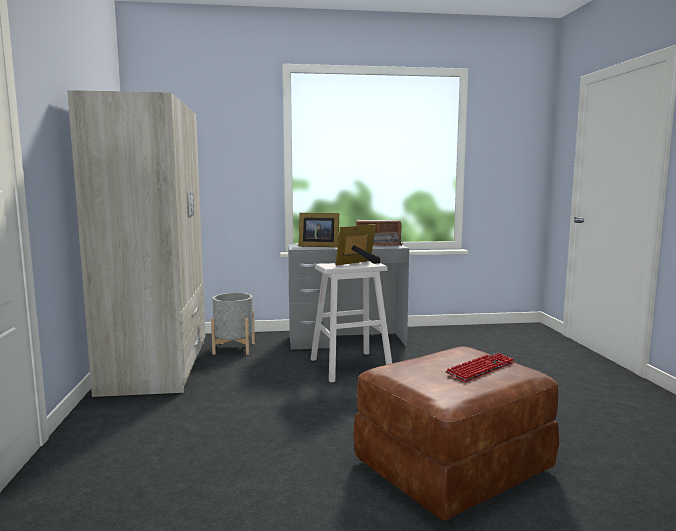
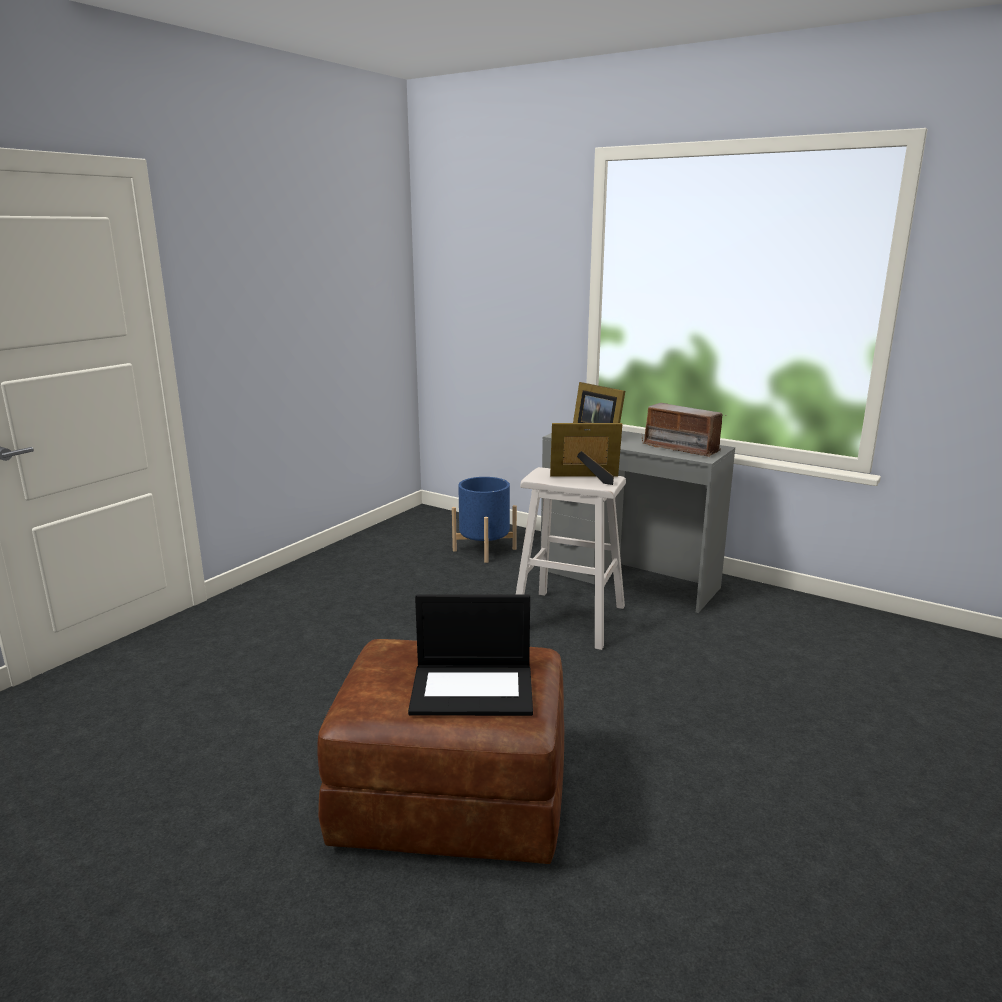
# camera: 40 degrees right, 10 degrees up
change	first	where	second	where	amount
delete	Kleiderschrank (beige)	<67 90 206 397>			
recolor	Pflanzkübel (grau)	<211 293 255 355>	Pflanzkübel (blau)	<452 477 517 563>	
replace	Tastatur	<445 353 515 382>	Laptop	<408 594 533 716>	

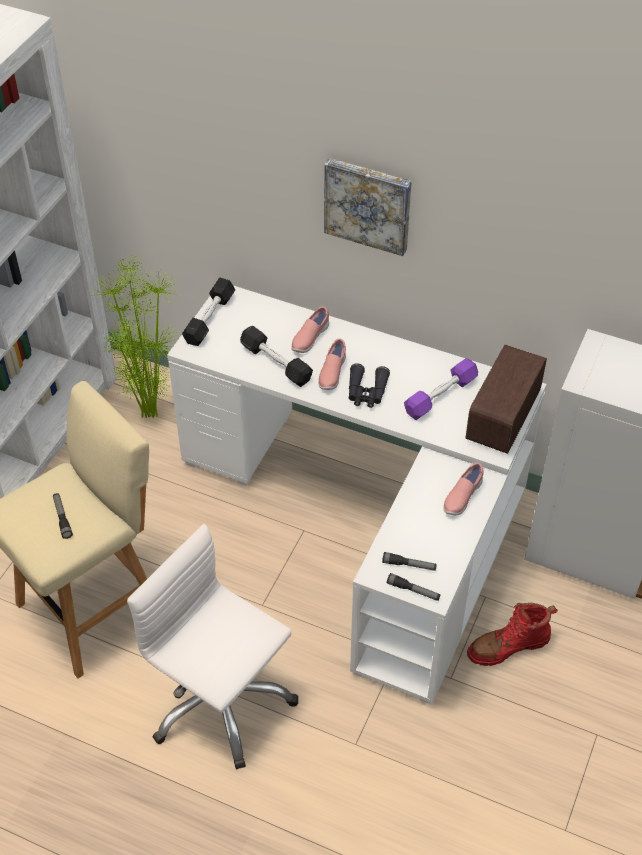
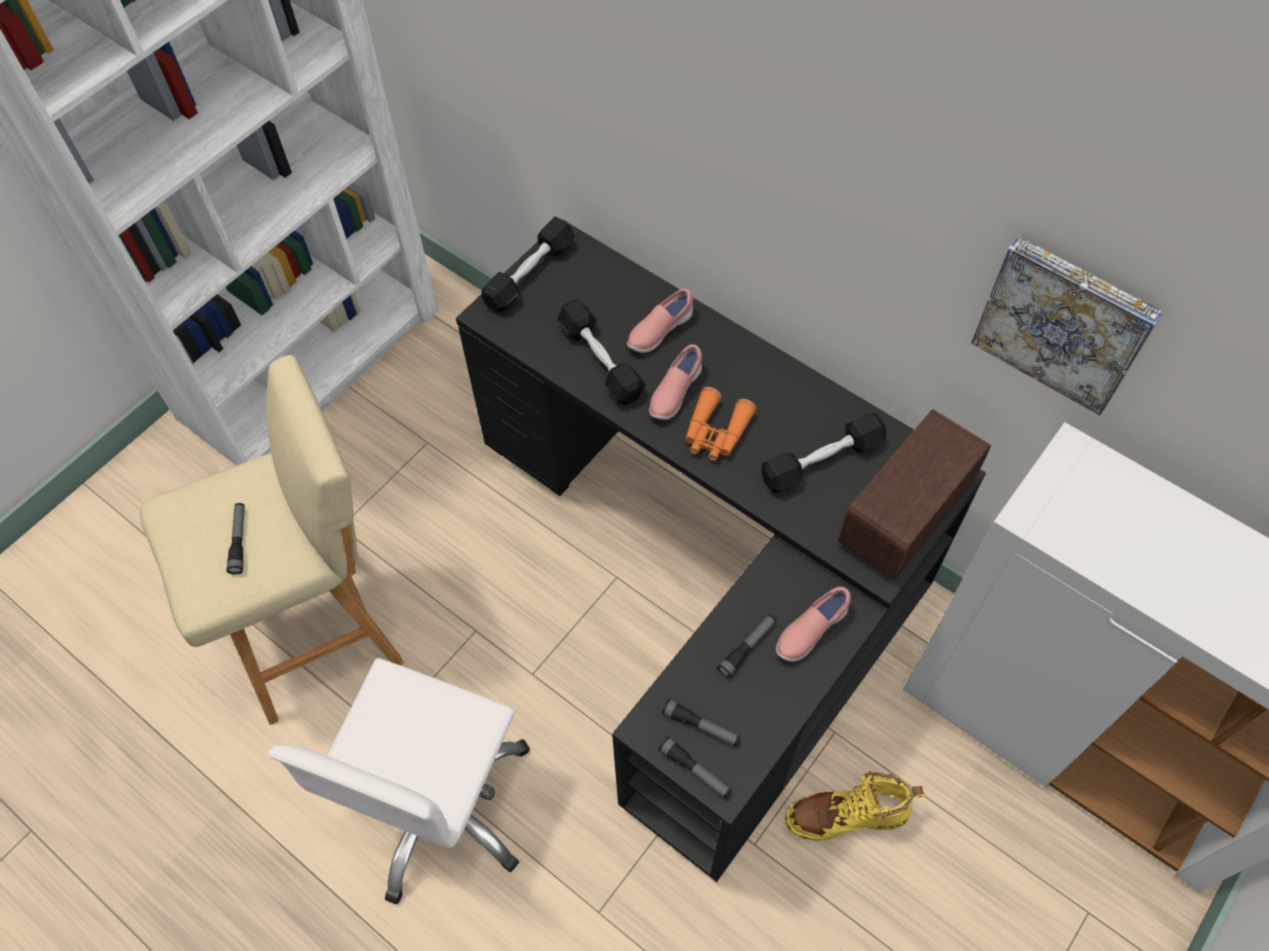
# camera: 15 degrees right, 10 degrees up
change	first	where	second	where	amount
move	Bild	<324 158 412 256>		<971 236 1163 415>	
delete	Topfpflanze	<90 254 180 418>			
recolor	Schreibtisch (weiß)	<167 286 547 704>	Schreibtisch (schwarz)	<456 219 986 882>	
recolor	Hantel (lila)	<404 358 478 420>	Hantel (schwarz)	<761 413 886 493>	
recolor	Fernglas (schwarz)	<349 363 390 408>	Fernglas (orange)	<685 387 757 461>	
rotate	Bürostuhl (weiß)	<127 524 298 770>		<268 658 530 904>	120 degrees counterclockwise
recolor	Stiefel (rot)	<467 603 558 666>	Stiefel (gelb)	<785 771 925 841>	
insert			Taschenlampe	<717 615 776 678>	

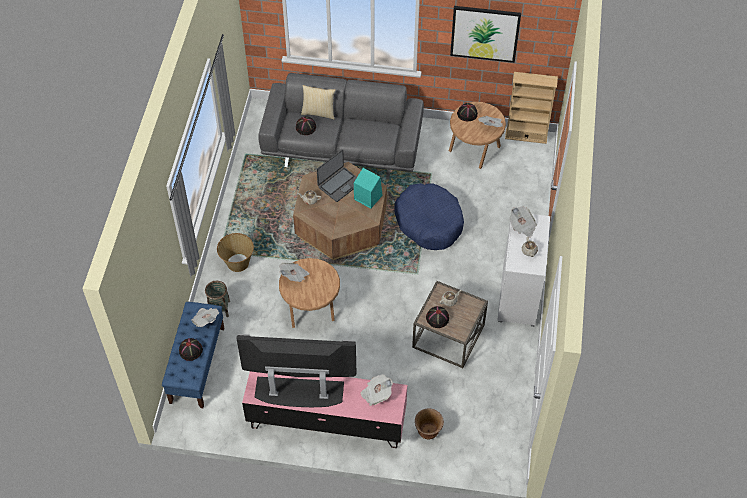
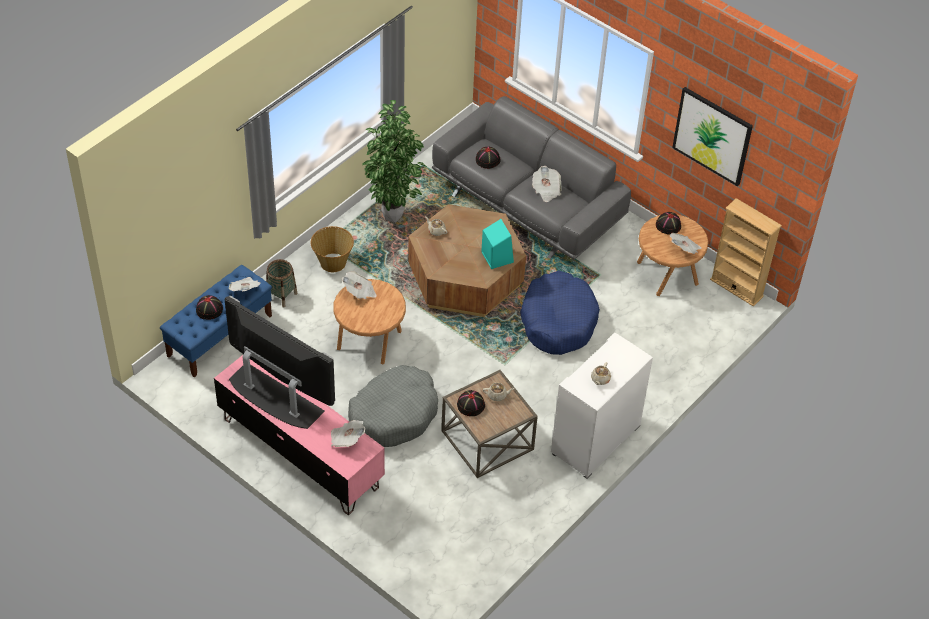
# camera: 30 degrees right, 5 degrees down
change	first	where	second	where	amount
delete	Kissen	<301 85 336 120>			
delete	Laptop	<317 149 357 202>			
move	Zeitung	<509 206 537 238>		<532 166 562 202>	
delete	Pflanzkübel (braun)	<415 408 444 439>			
insert			Topfpflanze	<362 100 427 223>	
insert			Hundebett (grau)	<348 365 438 447>	

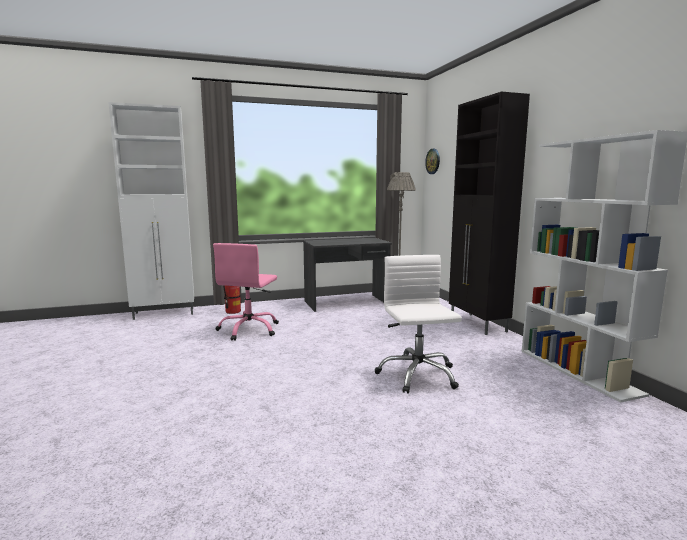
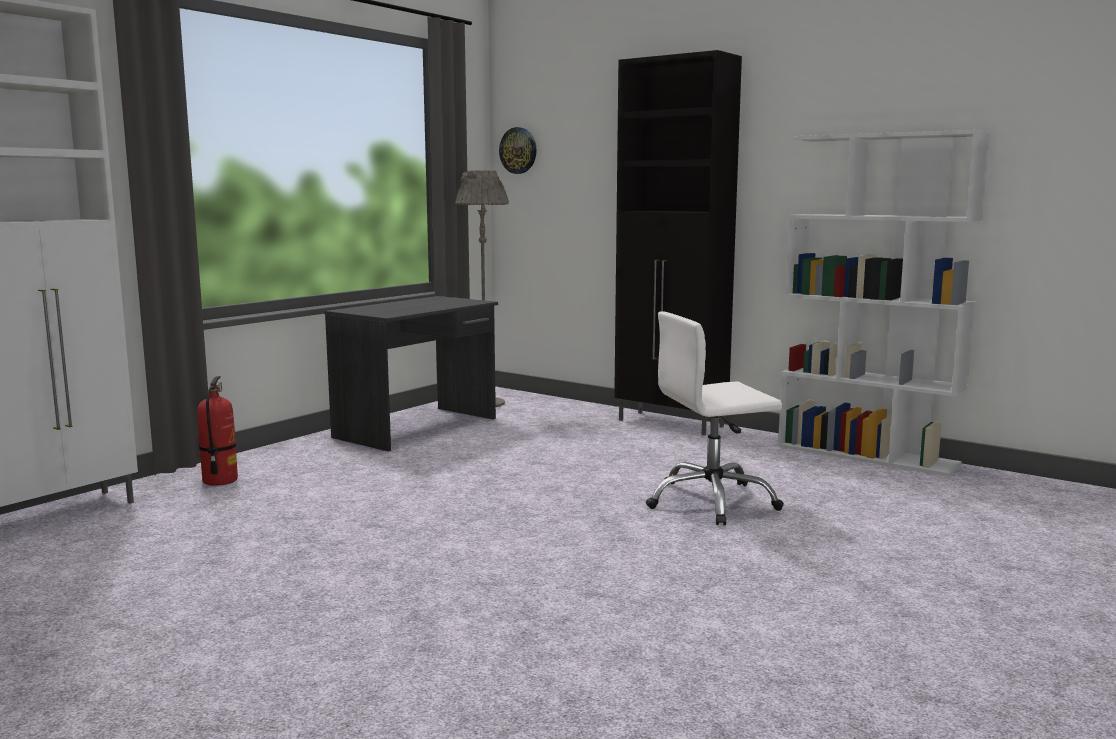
# camera: 35 degrees left, 0 degrees up
change	first	where	second	where	amount
delete	Bürostuhl (rosa)	<213 243 279 341>			
rotate	Bürostuhl (weiß)	<375 255 462 394>		<646 311 784 525>	60 degrees counterclockwise

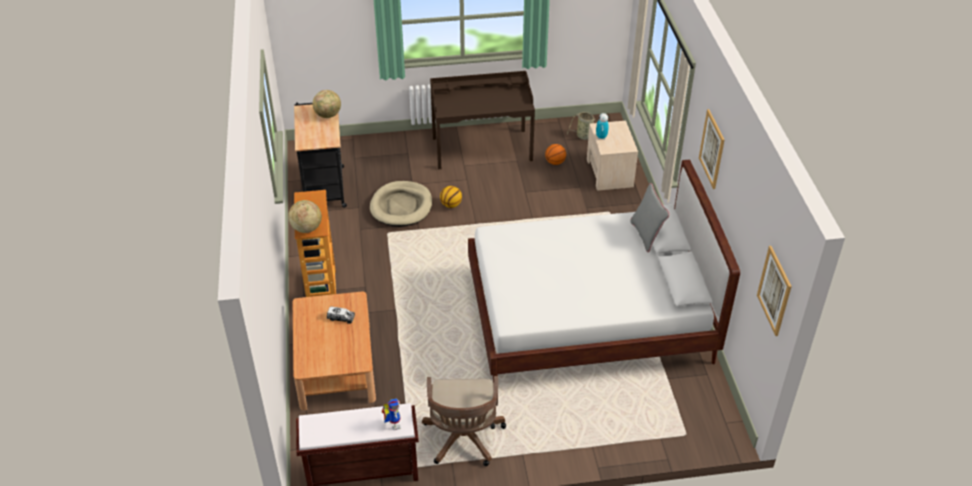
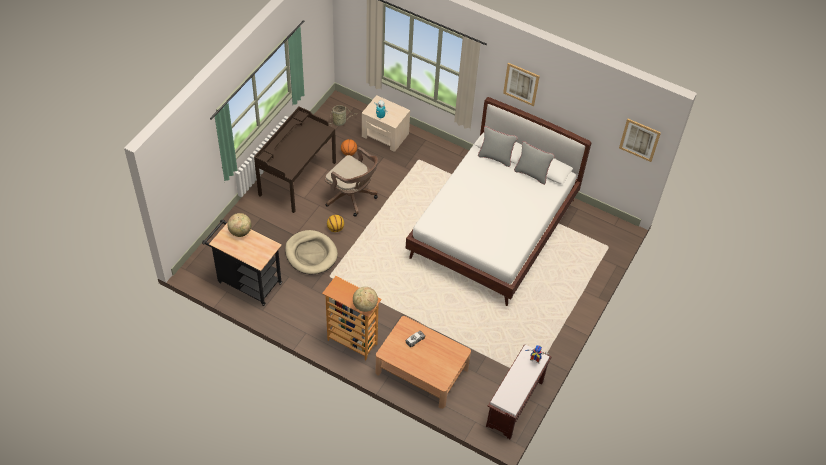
# camera: 55 degrees left, 10 degrees up
change	first	where	second	where	amount
move	Bürostuhl (braun)	<422 376 506 466>		<325 147 378 217>	
insert			Kissen (grau)	<514 141 555 185>	

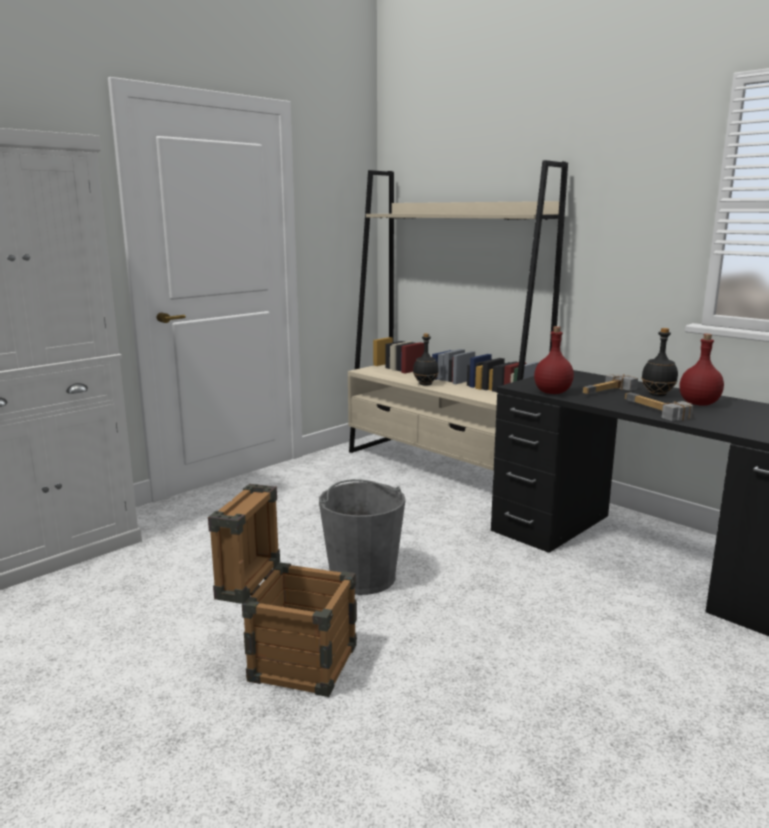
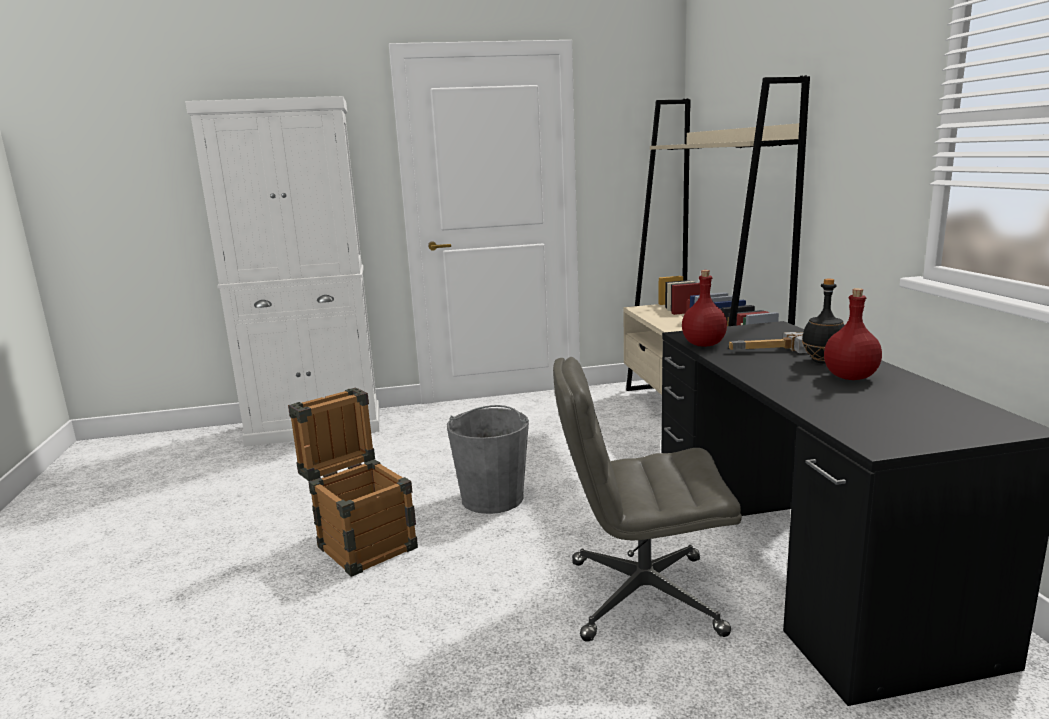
# camera: 35 degrees right, 0 degrees up
change	first	where	second	where	amount
delete	Flasche (schwarz)	<413 333 439 386>			
delete	Hammer	<625 392 694 421>			
insert			Bürostuhl (grau)	<553 357 742 642>	

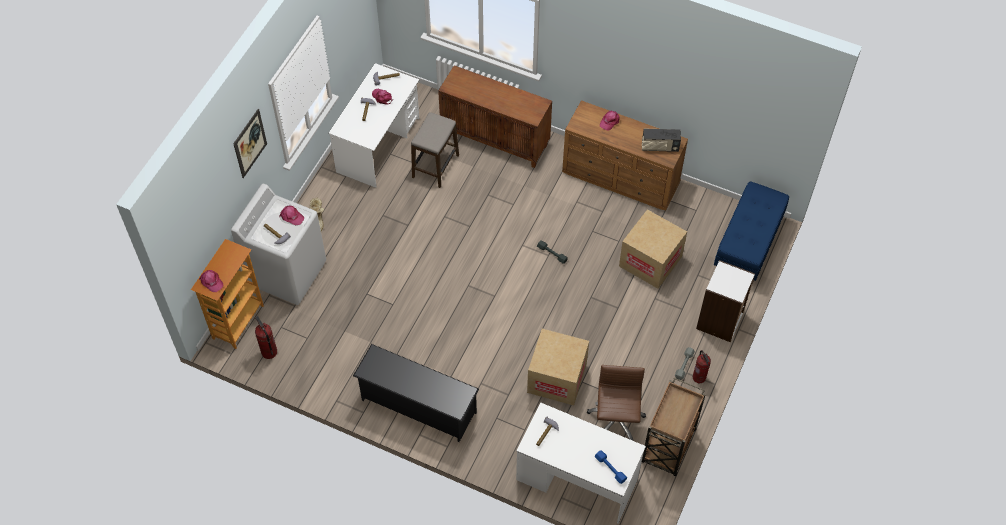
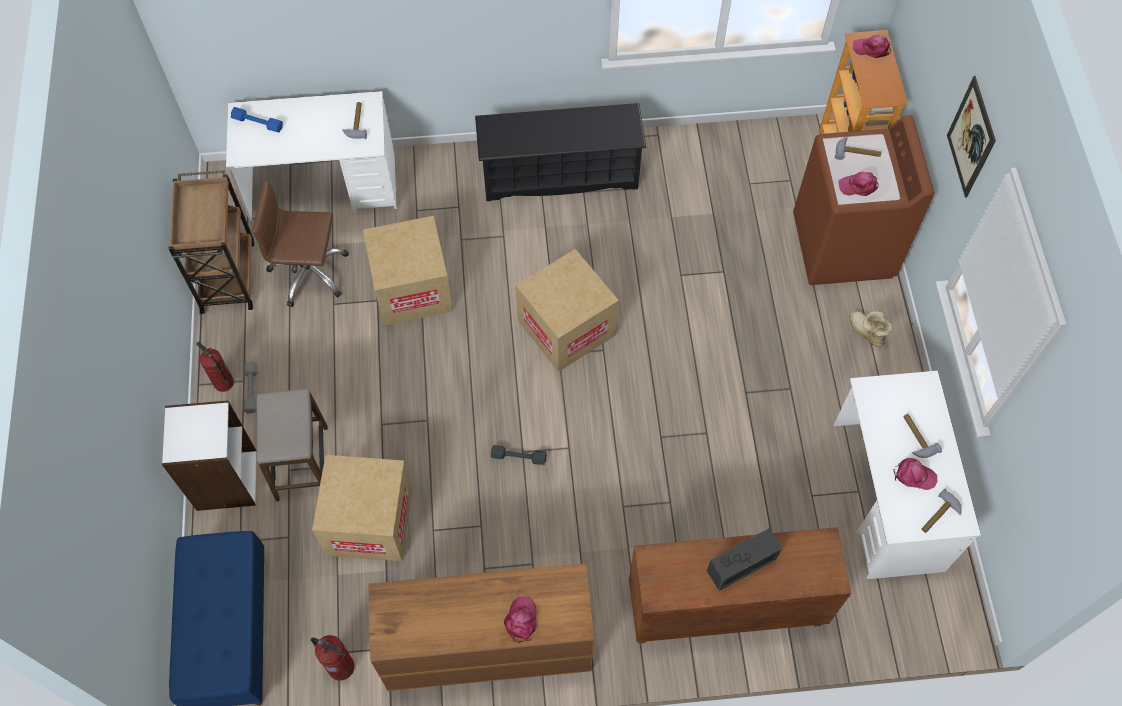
# camera: 150 degrees right, 5 degrees up
change	first	where	second	where	amount
move	Hocker	<411 112 459 188>		<257 389 328 501>	
move	Radio	<642 129 681 152>		<707 528 782 591>	
recolor	Waschmaschine (weiß)	<231 184 326 305>	Waschmaschine (braun)	<793 115 934 285>	
move	Feuerlöscher	<255 316 277 359>		<311 635 355 681>	
rotate	Bürostuhl (braun)	<587 365 646 441>		<252 180 349 307>	120 degrees clockwise
insert			Karton	<515 249 619 372>	

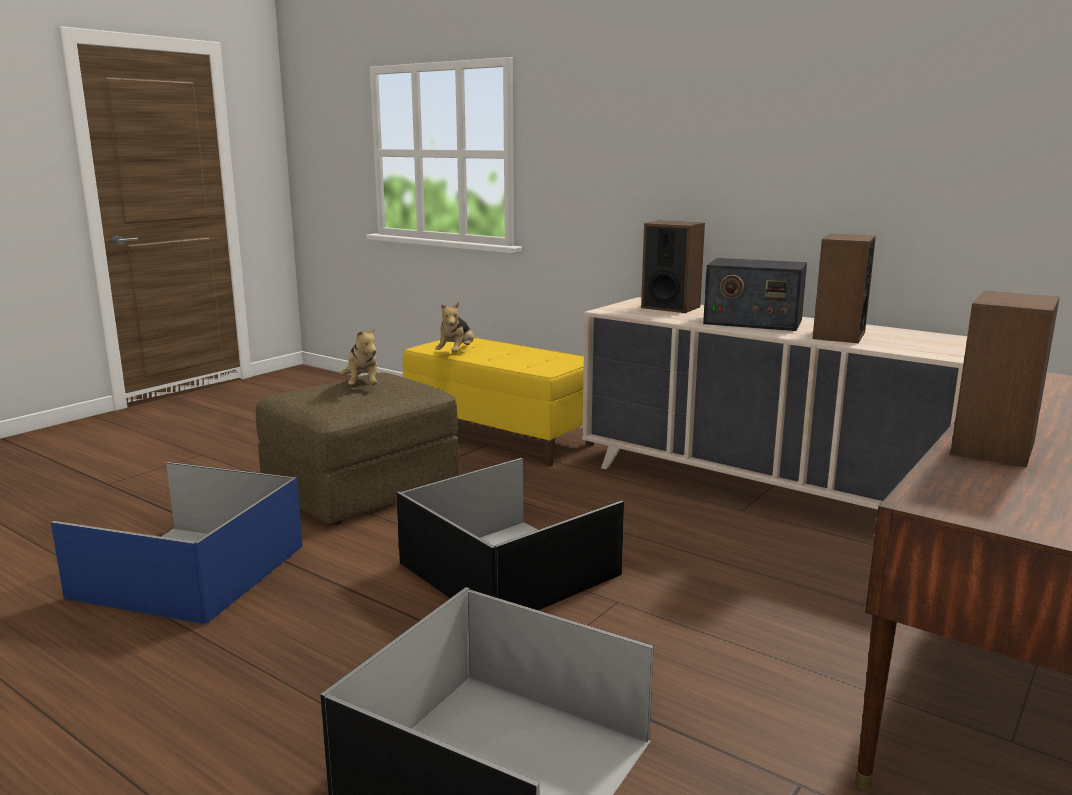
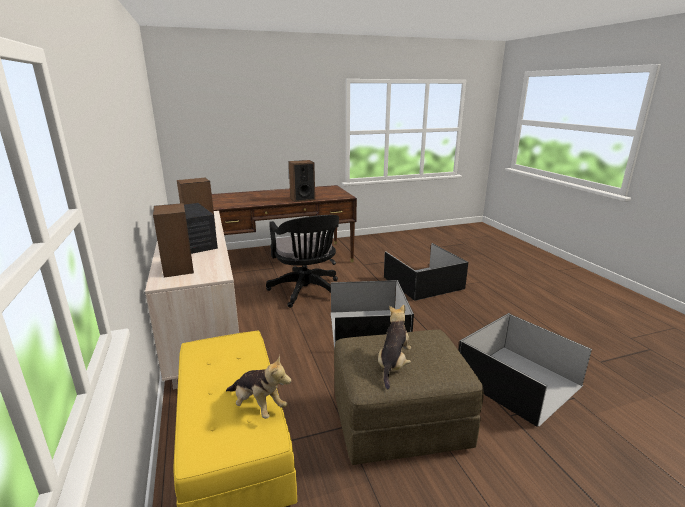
# camera: 145 degrees left, 5 degrees up
change	first	where	second	where	amount
rotate	Plüschtier	<435 302 474 352>		<226 355 292 419>	75 degrees clockwise
recolor	Aufbewahrungsbox (blau)	<51 462 303 624>	Aufbewahrungsbox (schwarz)	<459 313 592 427>	
insert			Bürostuhl (schwarz)	<266 215 339 308>	

